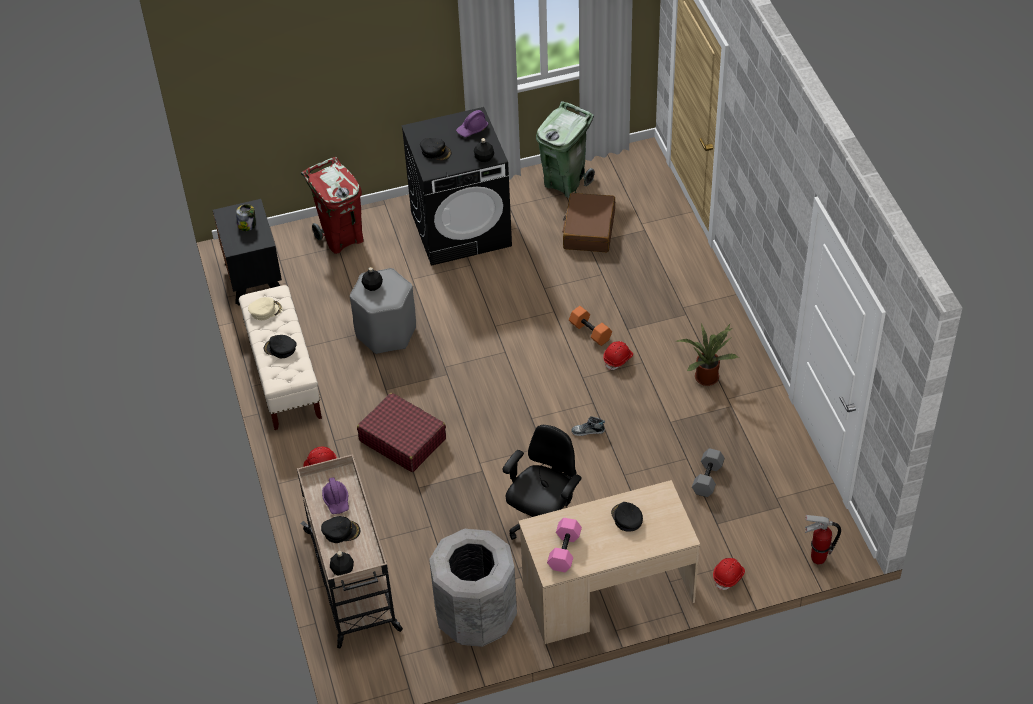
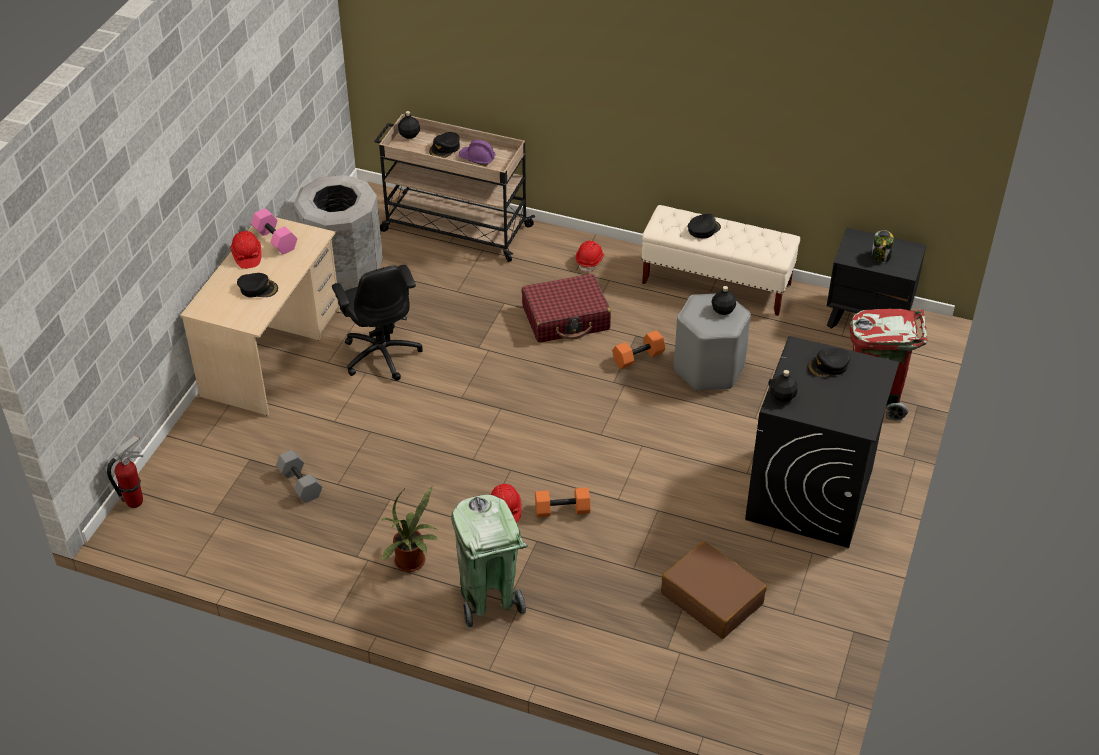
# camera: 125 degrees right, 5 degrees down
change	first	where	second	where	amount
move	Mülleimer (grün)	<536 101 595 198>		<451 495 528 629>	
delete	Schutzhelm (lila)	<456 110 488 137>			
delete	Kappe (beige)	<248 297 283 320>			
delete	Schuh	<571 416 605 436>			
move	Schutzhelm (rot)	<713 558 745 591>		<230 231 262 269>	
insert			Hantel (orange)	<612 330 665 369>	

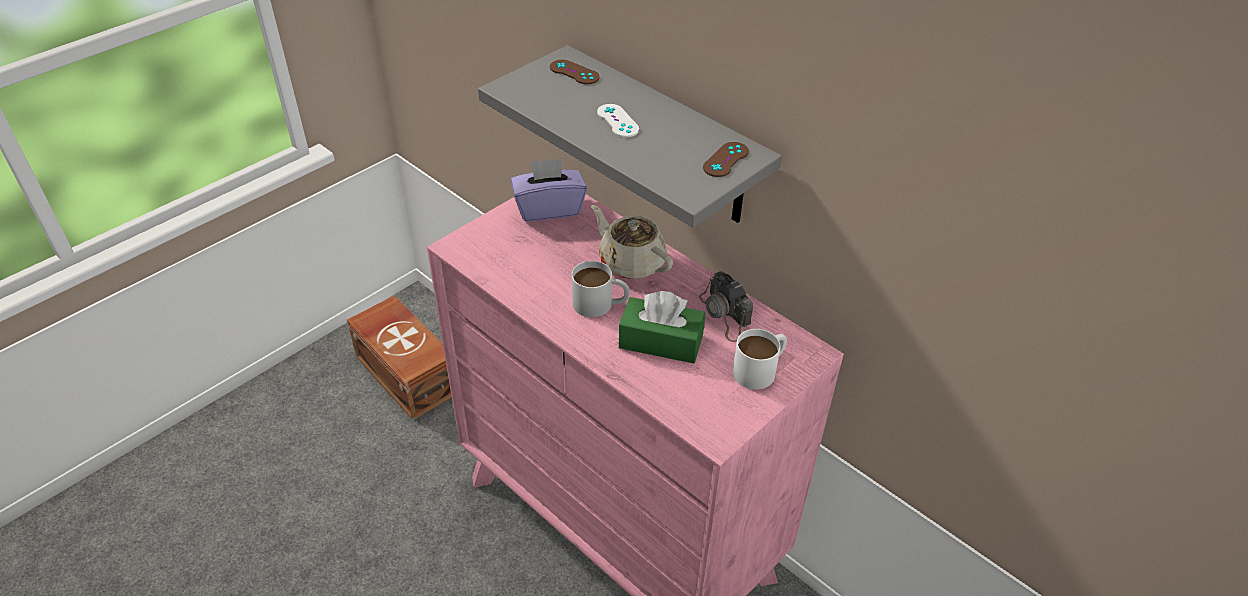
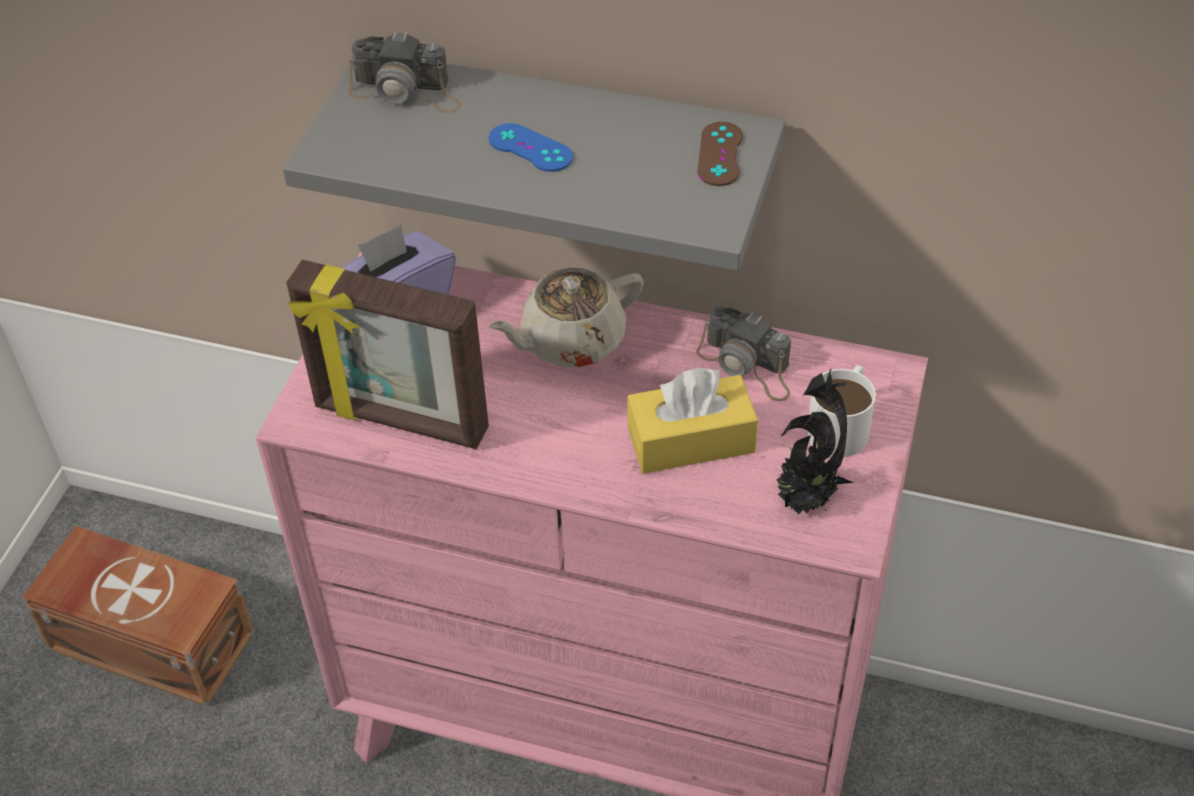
# camera: 25 degrees left, 5 degrees up
change	first	where	second	where	amount
replace	Gamepad (braun)	<550 60 600 84>	Kamera	<349 31 461 113>	
recolor	Gamepad (weiß)	<597 104 639 137>	Gamepad (blau)	<489 123 573 172>	
rotate	Teekanne (beige)	<591 205 673 279>		<489 268 644 367>	45 degrees counterclockwise
delete	Henkelbecher (weiß)	<572 261 630 317>			
recolor	Taschentuchbox (grün)	<619 291 705 363>	Taschentuchbox (gelb)	<627 368 758 474>	
insert			Bilderrahmen	<286 260 489 449>	
insert			Topfpflanze	<776 369 854 514>	

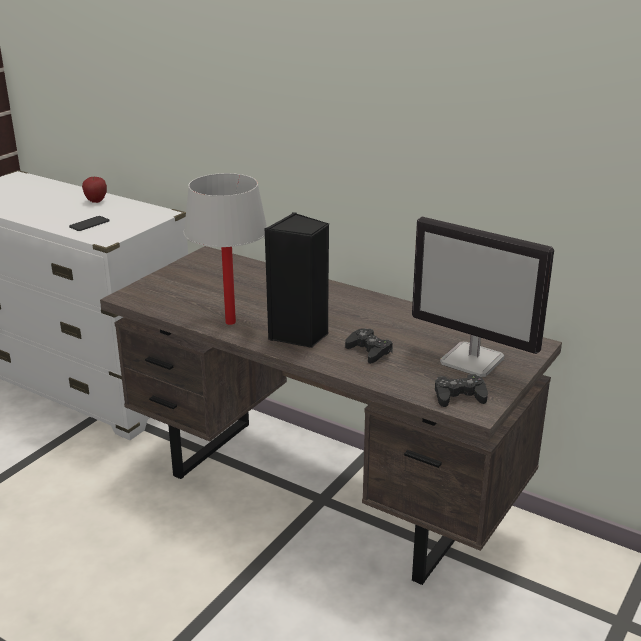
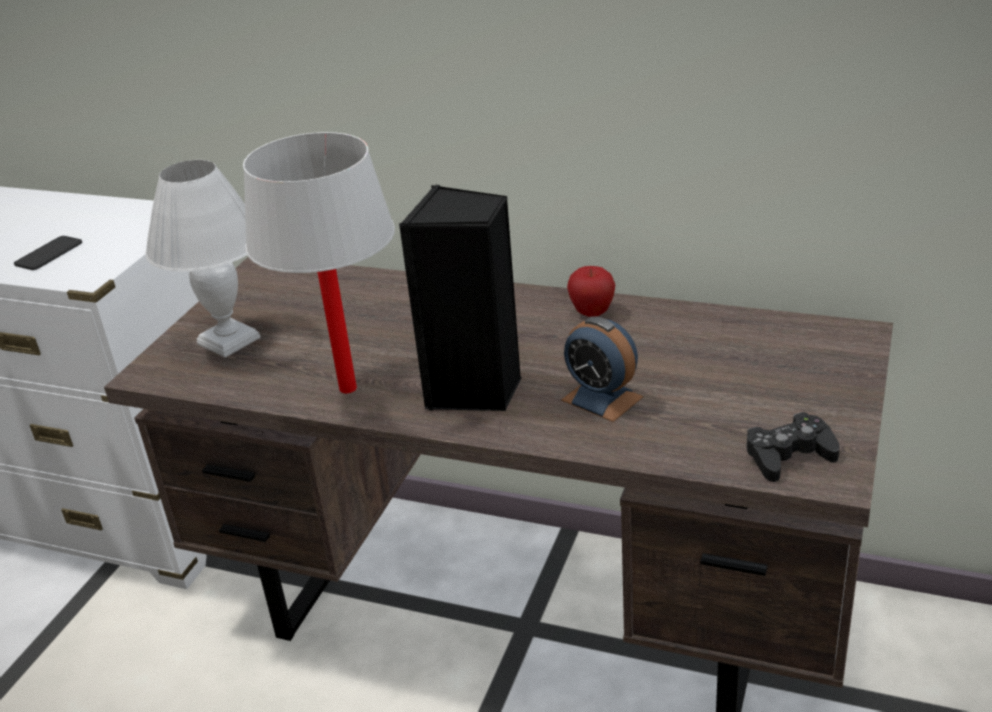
# camera: 10 degrees left, 5 degrees up
change	first	where	second	where	amount
move	Apfel	<82 177 107 203>		<567 266 615 317>	
delete	Monitor	<412 217 554 377>			
replace	Gamepad (schwarz)	<345 328 393 364>	Wecker	<561 316 643 422>	
insert			Tischlampe (weiß)	<145 160 261 358>	

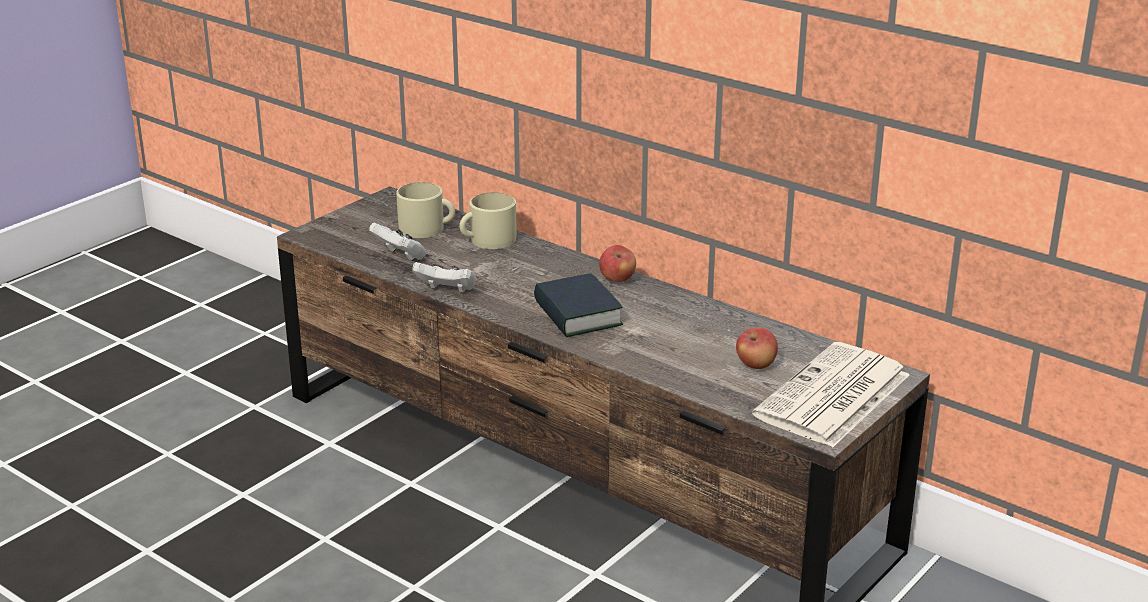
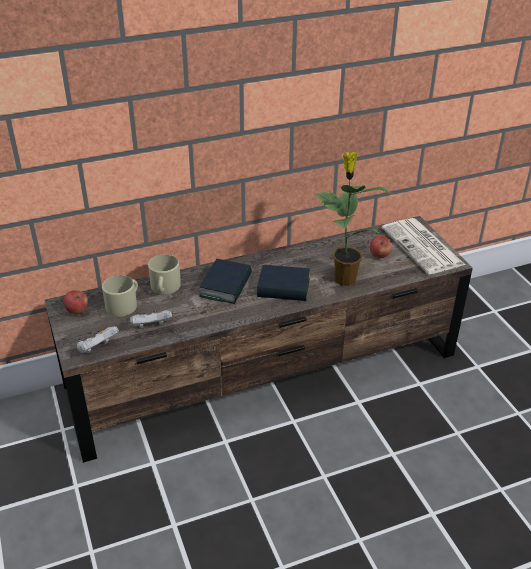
# camera: 60 degrees left, 10 degrees up
change	first	where	second	where	amount
move	Apfel	<599 245 636 282>		<64 290 88 314>	
move	Gamepad (weiß)	<412 262 476 293>		<77 326 119 354>	
insert			Topfpflanze	<315 152 393 286>	
insert			Buch	<199 259 252 304>	

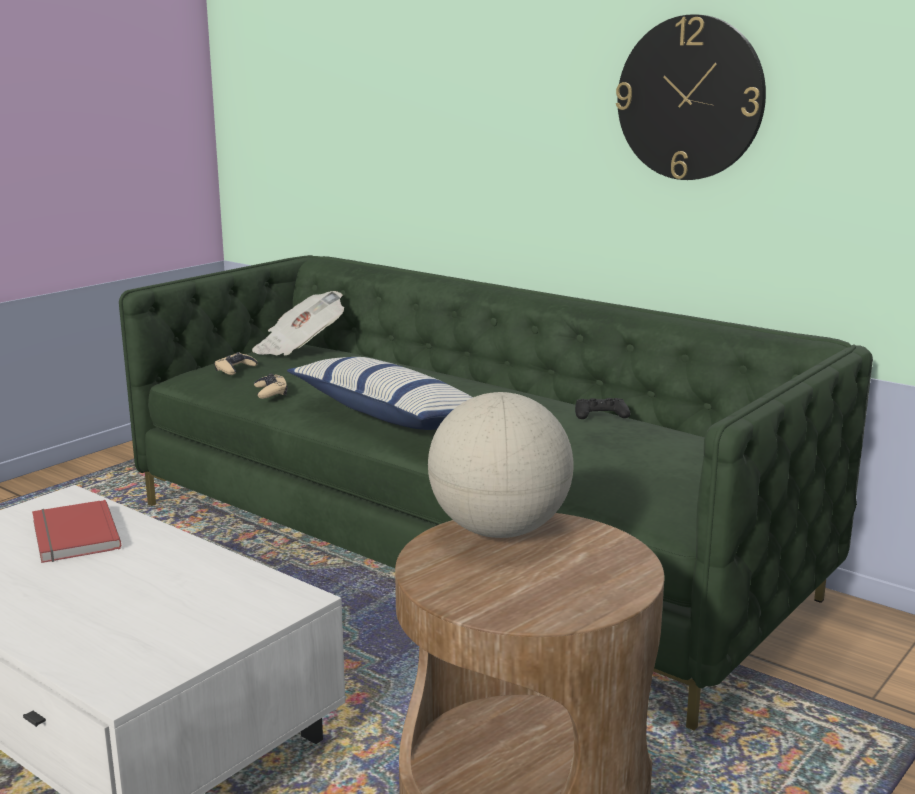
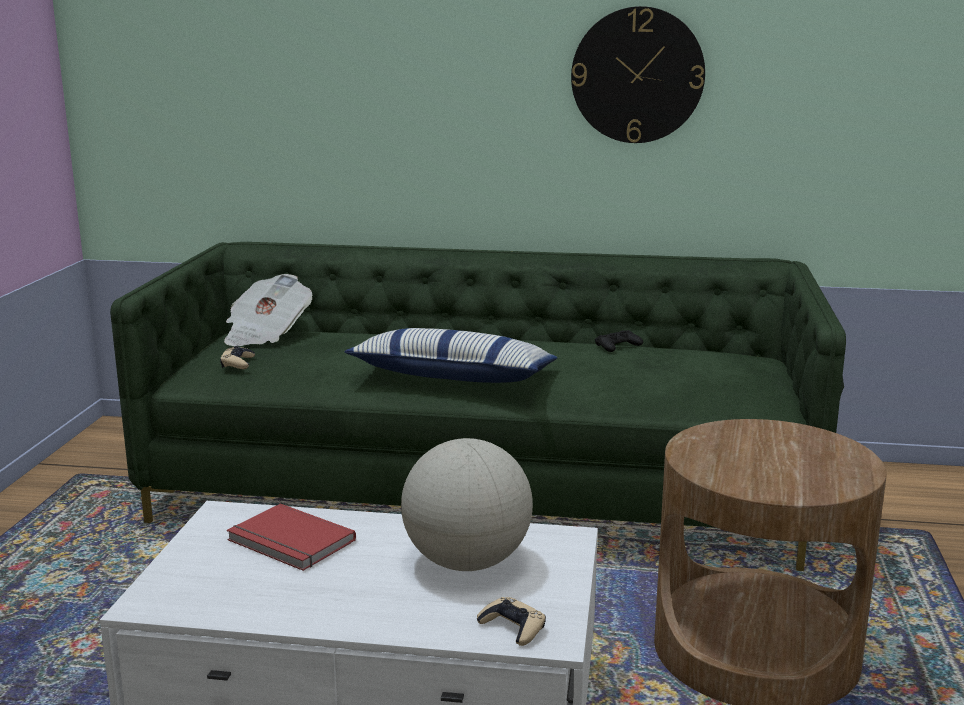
# camera: 30 degrees left, 0 degrees up
change	first	where	second	where	amount
move	Gamepad (beige)	<254 374 287 399>		<477 597 546 646>	
move	Globus	<428 392 574 538>		<401 438 533 571>	

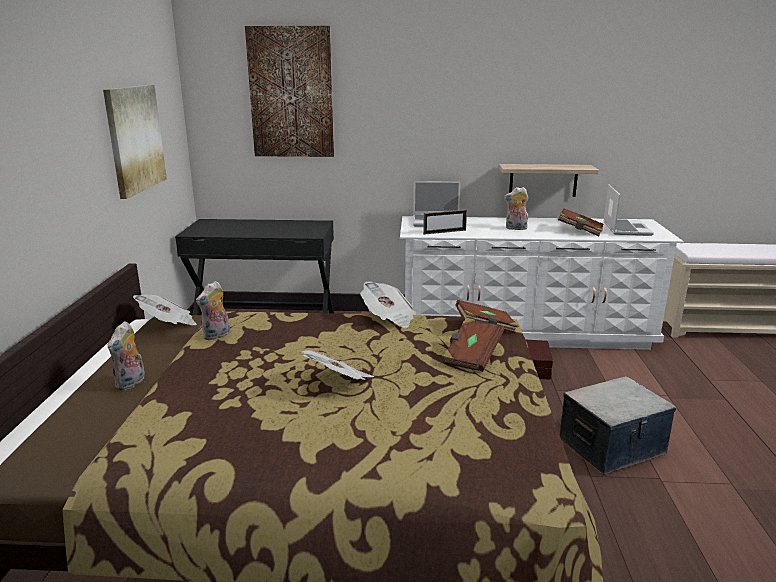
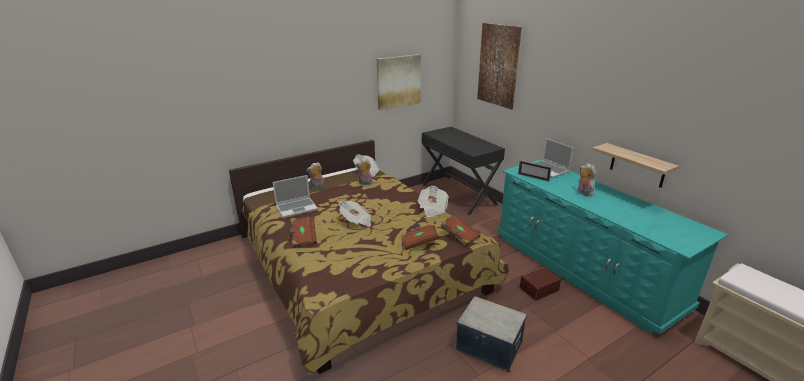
# camera: 55 degrees right, 5 degrees up
change	first	where	second	where	amount
move	Laptop	<603 184 654 236>		<273 175 318 218>	
move	Buch (braun)	<558 208 603 237>		<290 216 317 248>	
recolor	Kommode (weiß)	<400 216 684 350>	Kommode (türkis)	<497 159 728 334>	

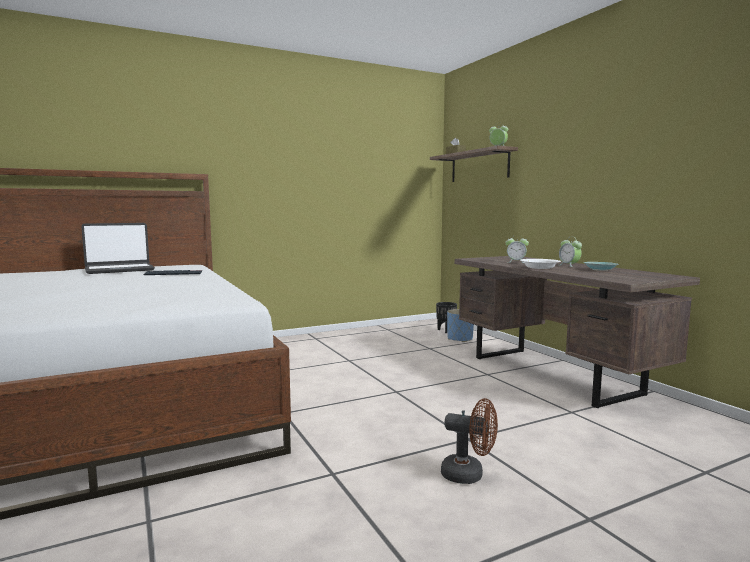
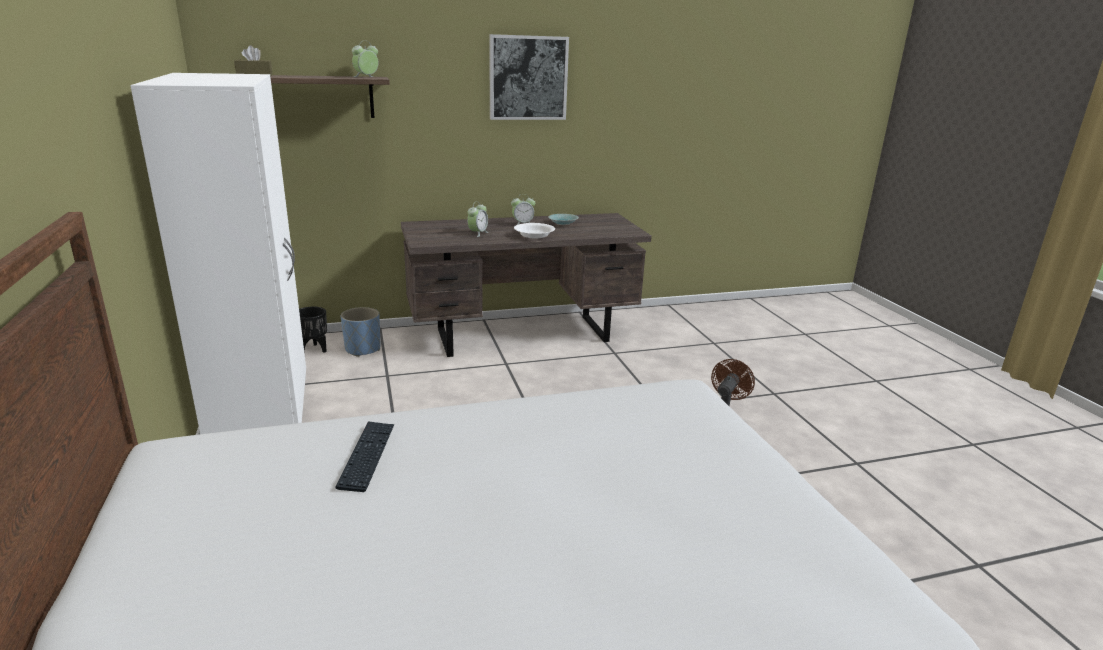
# camera: 80 degrees left, 15 degrees up
change	first	where	second	where	amount
delete	Laptop	<81 223 155 274>			
insert			Bild	<489 34 569 120>	
insert			Kleiderschrank (weiß)	<130 73 306 434>	

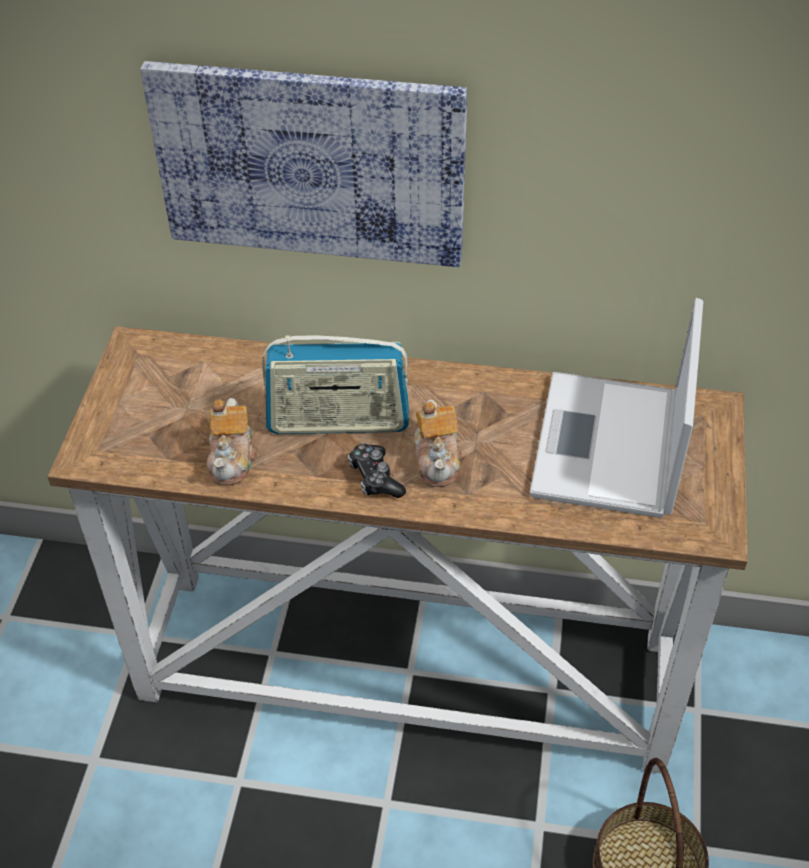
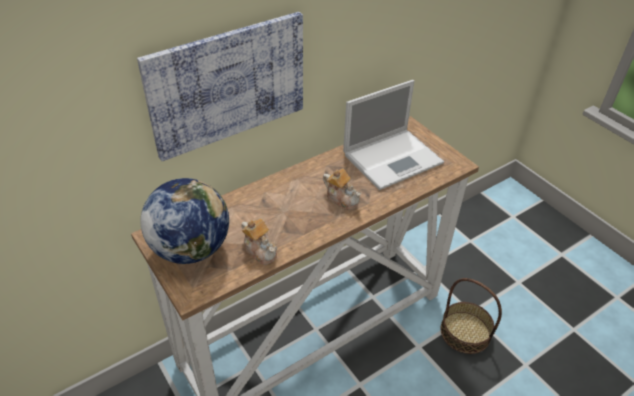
# camera: 45 degrees left, 5 degrees down
change	first	where	second	where	amount
rotate	Laptop	<530 298 703 518>		<343 80 444 190>	90 degrees counterclockwise
delete	Radio	<262 335 409 434>			
delete	Gamepad	<348 444 406 498>			
insert			Globus	<140 178 229 264>	

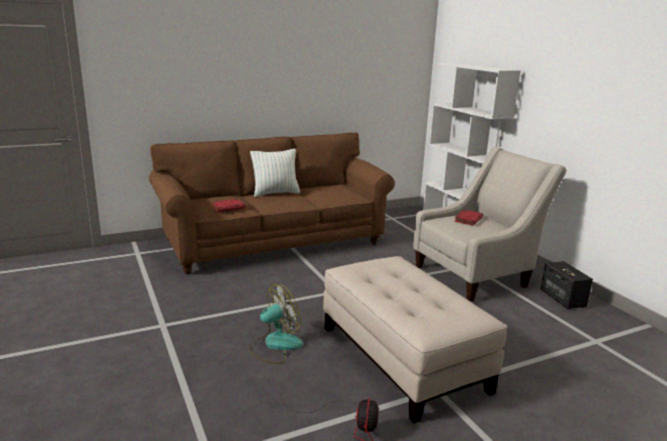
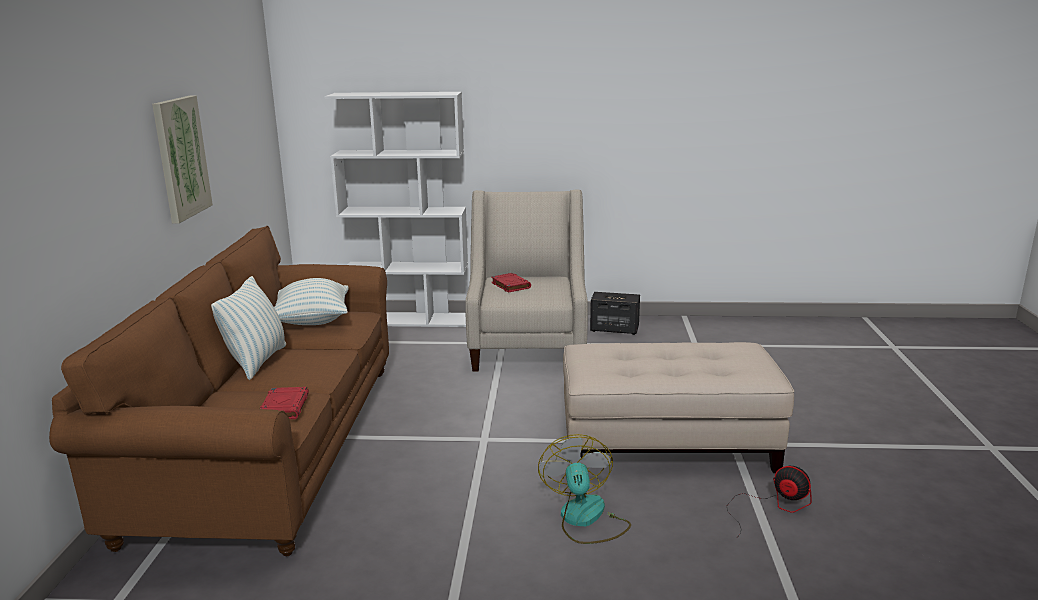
# camera: 60 degrees left, 0 degrees up
change	first	where	second	where	amount
insert			Bild	<152 95 213 224>	
insert			Kissen	<274 278 349 325>	

